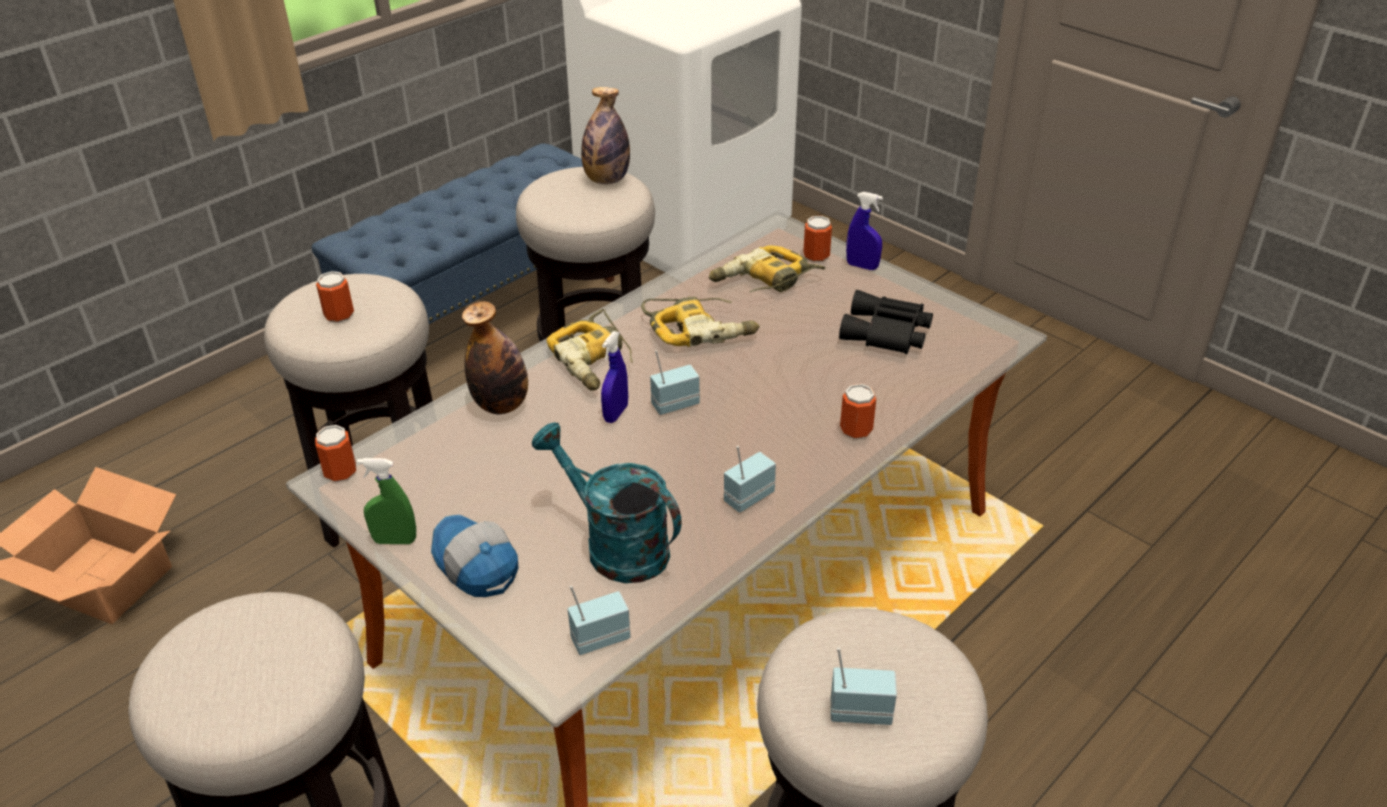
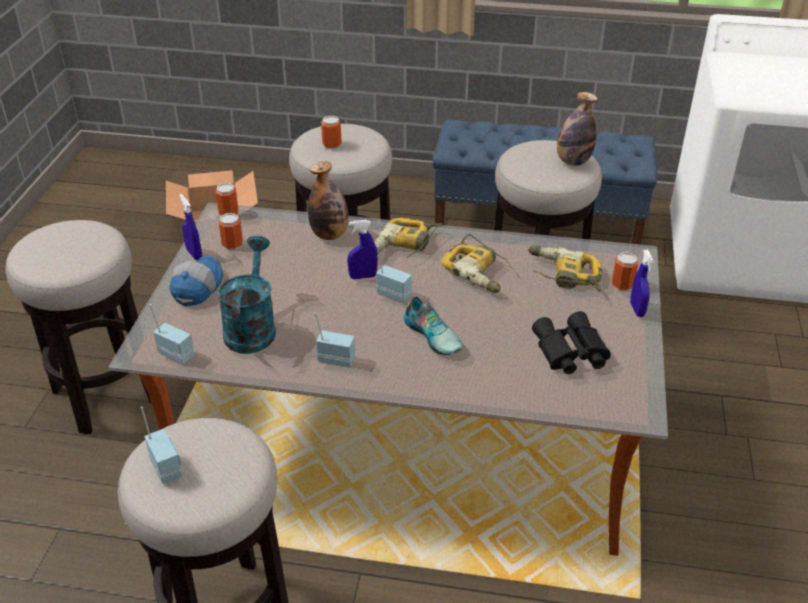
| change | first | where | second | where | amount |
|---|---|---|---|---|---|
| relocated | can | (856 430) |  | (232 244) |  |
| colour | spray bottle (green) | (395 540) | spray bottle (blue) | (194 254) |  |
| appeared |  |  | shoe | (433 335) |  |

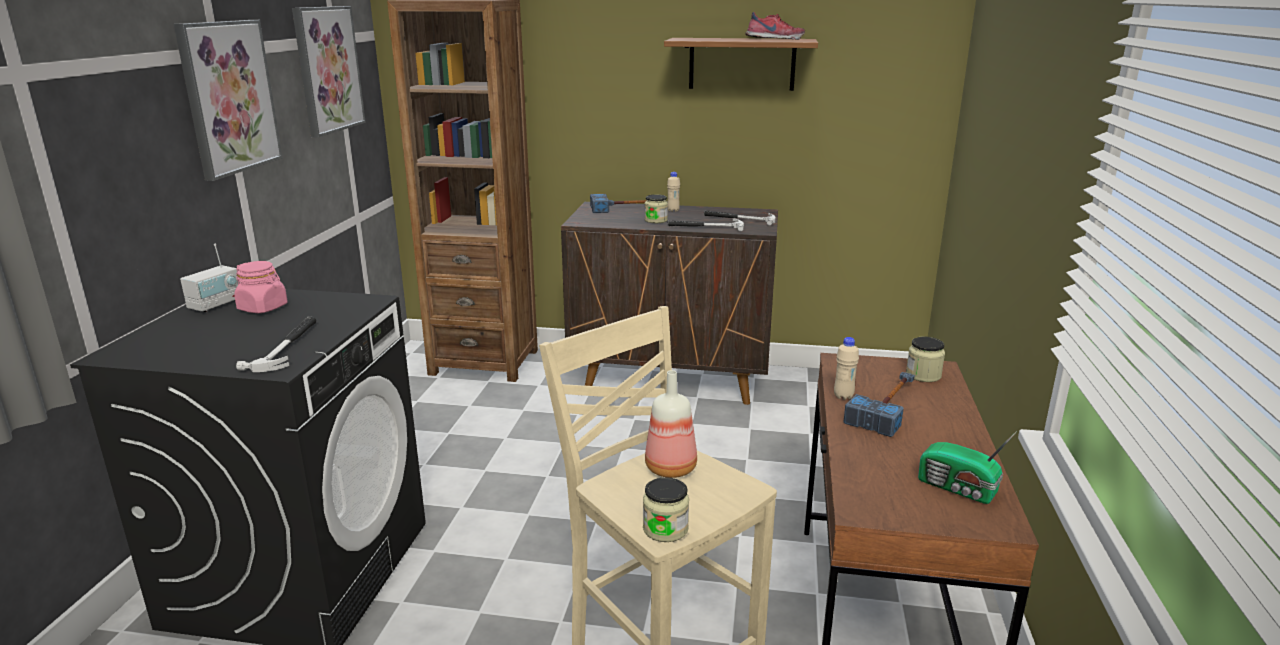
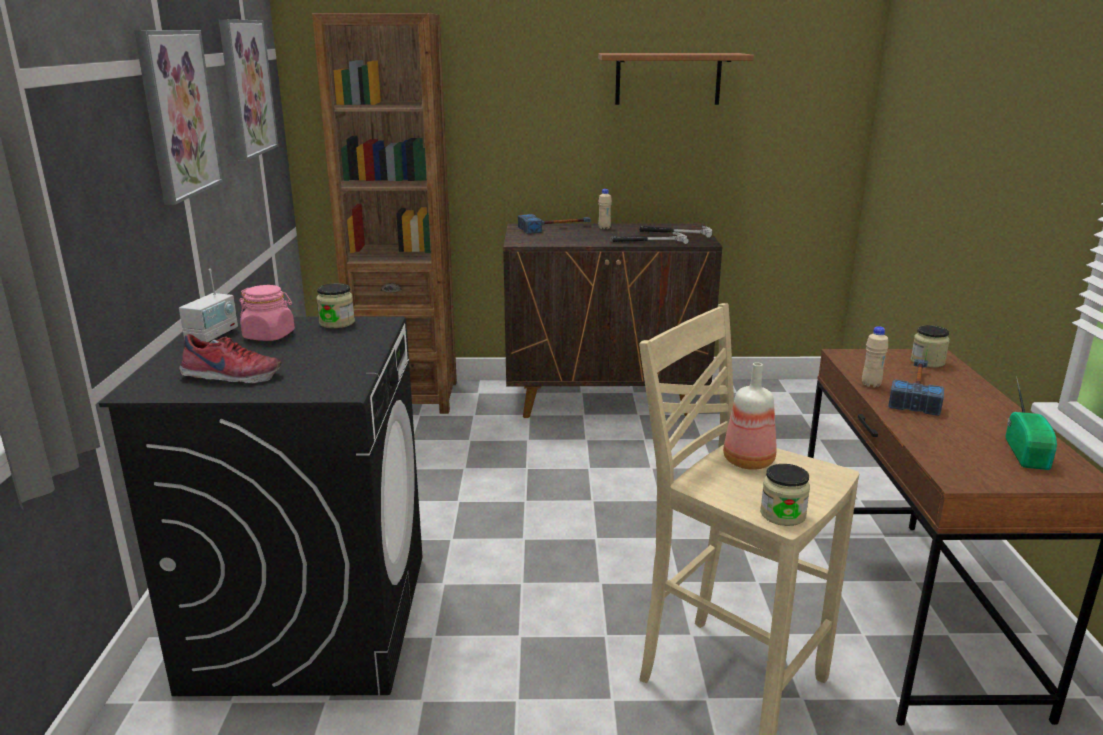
| change | first | where | second | where | amount |
|---|---|---|---|---|---|
| relocated | shoe | (774 39) |  | (230 377) |  |
| relocated | jar | (656 220) |  | (337 323) |  |
| missing | hammer | (287 347) |  |  |  |
| spun | radio | (958 489) |  | (1028 453) | 105 degrees counterclockwise |

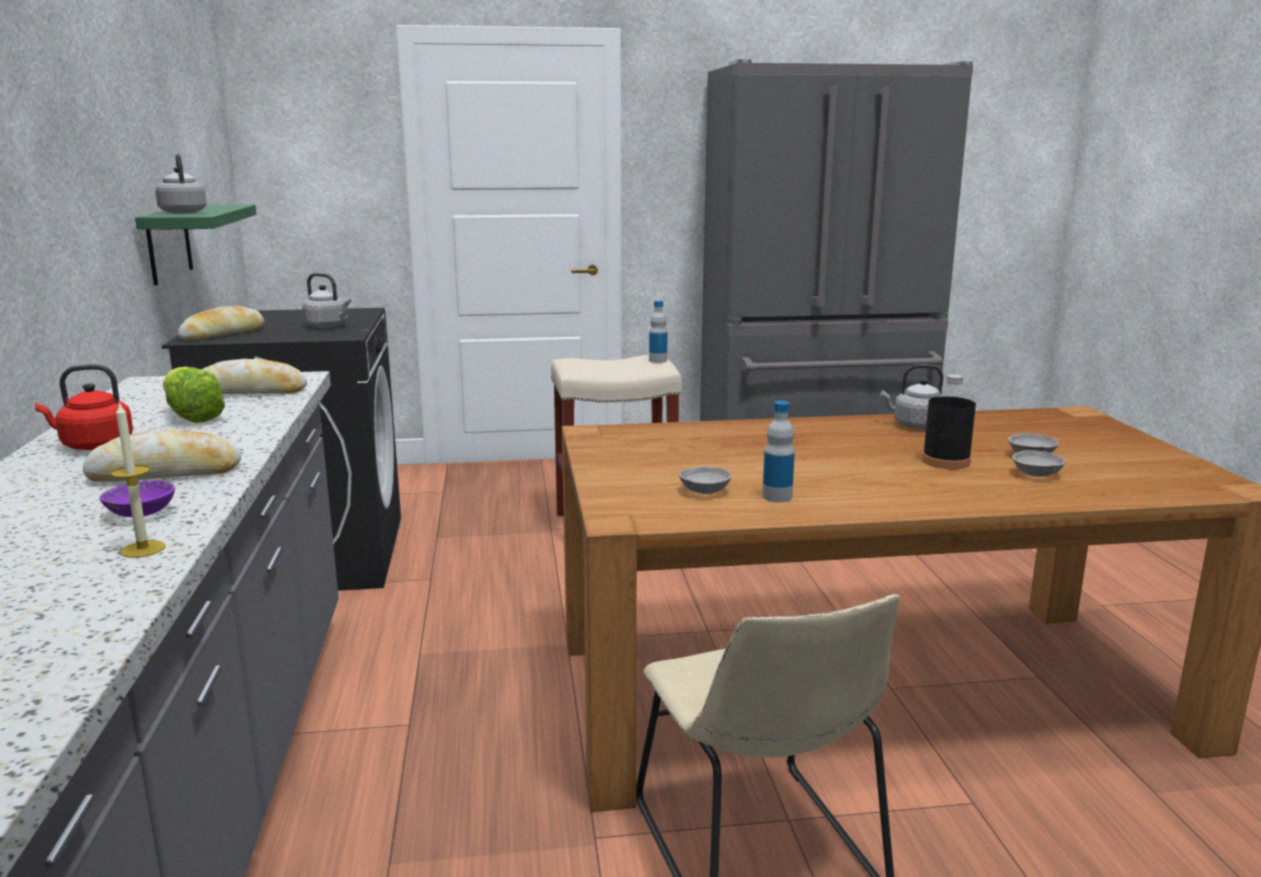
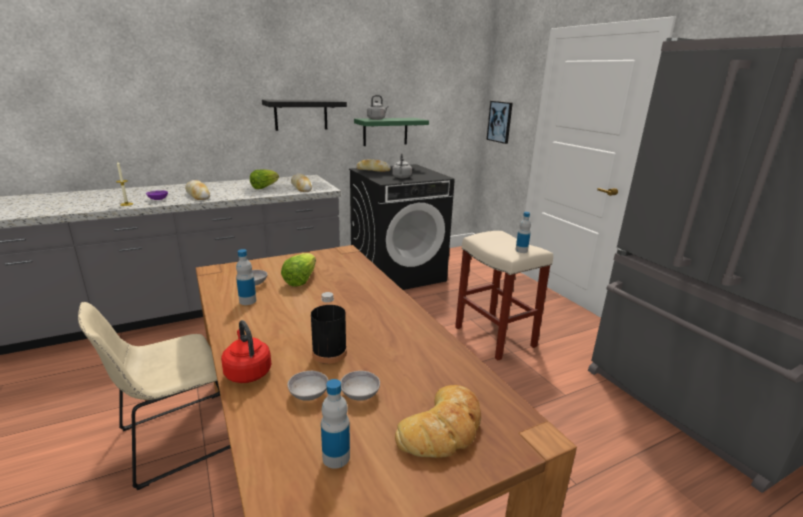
| change | first | where | second | where | amount |
|---|---|---|---|---|---|
| relocated | kettle (red) | (93 445) |  | (247 372) |  |
| missing | kettle (grey) | (915 425) |  |  |  |
| appeared |  |  | shelf (black) | (301 115) |  |
| appeared |  |  | picture | (500 122) |  |
| appeared |  |  | lettuce | (300 280) |  |
| appeared |  |  | bottle | (336 457) |  |
| appeared |  |  | bread | (444 428) |  |

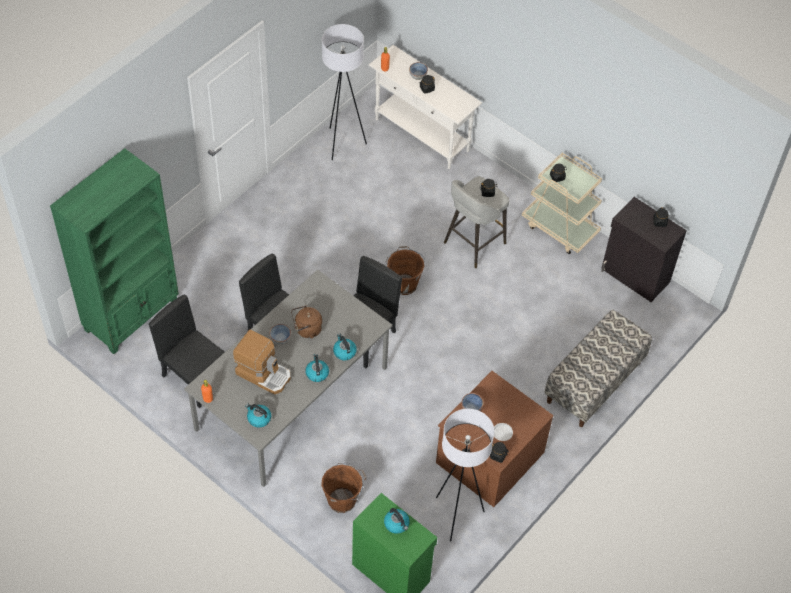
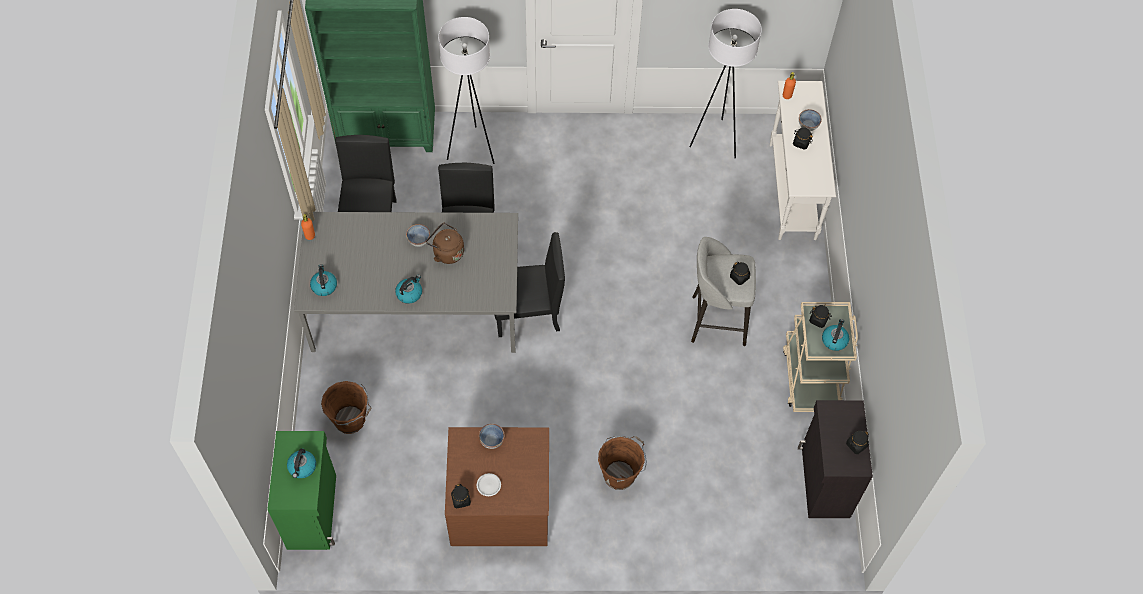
| change | first | where | second | where | amount |
|---|---|---|---|---|---|
| relocated | bucket (brown) | (404 283) |  | (620 474) |  |
| missing | bench | (594 382) |  |  |  |
| missing | coffee machine | (264 373) |  |  |  |
| relocated | kettle | (344 352) |  | (834 340) |  |
| relocated | floor lamp (white) | (456 515) |  | (472 149) |  |

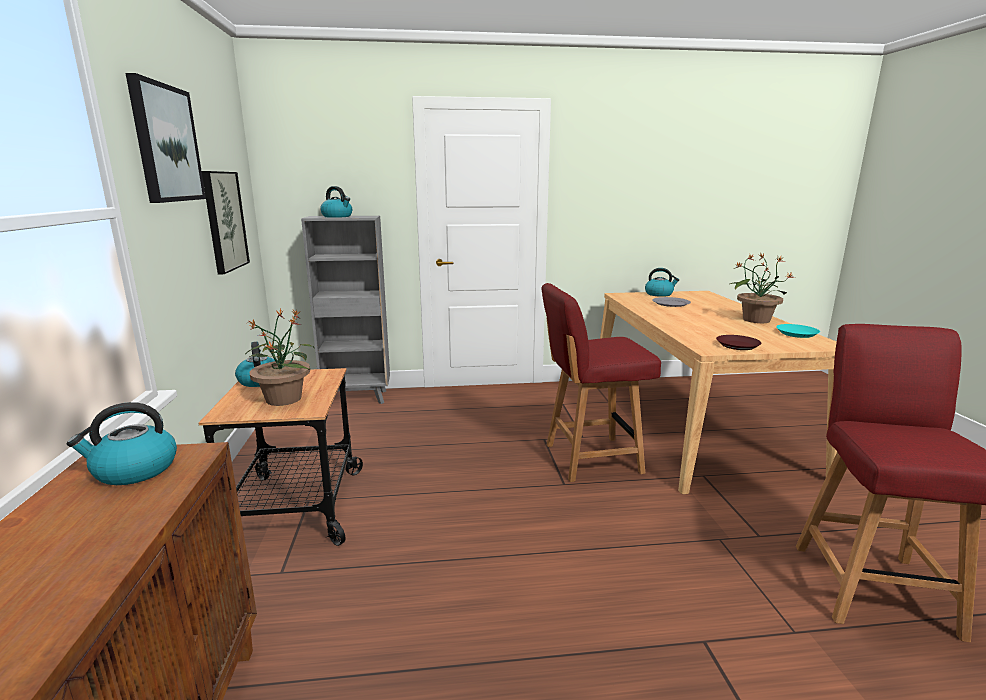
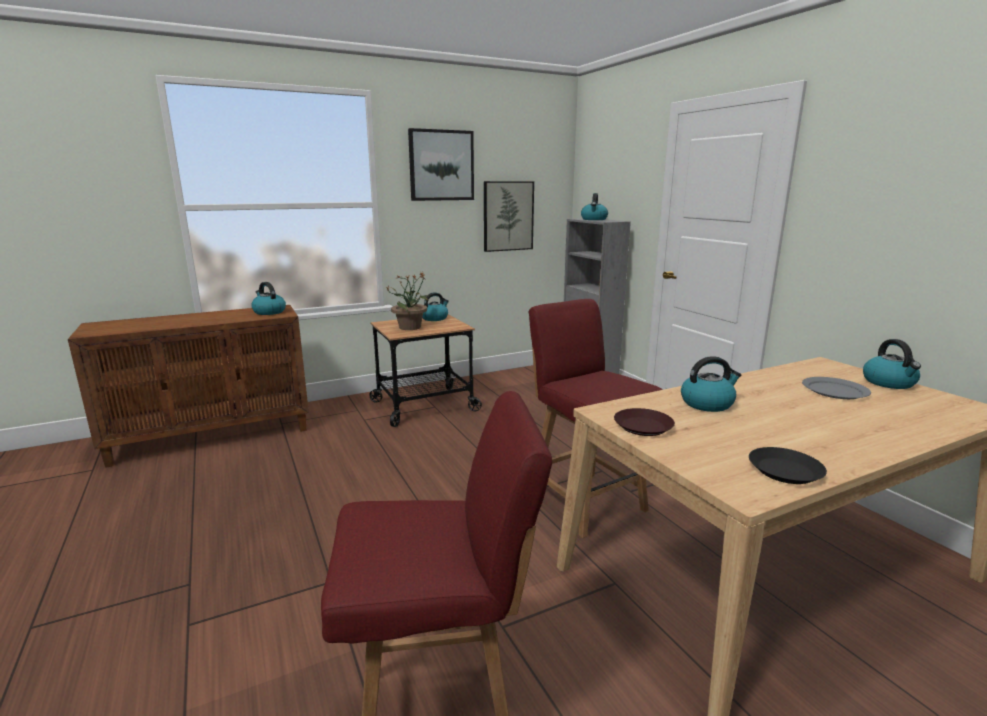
| change | first | where | second | where | amount |
|---|---|---|---|---|---|
| missing | potted plant | (755 320) |  |  |  |
| colour | plate (turquoise) | (797 334) | plate (black) | (785 471) |  |
| appeared |  |  | kettle | (707 403) |  |

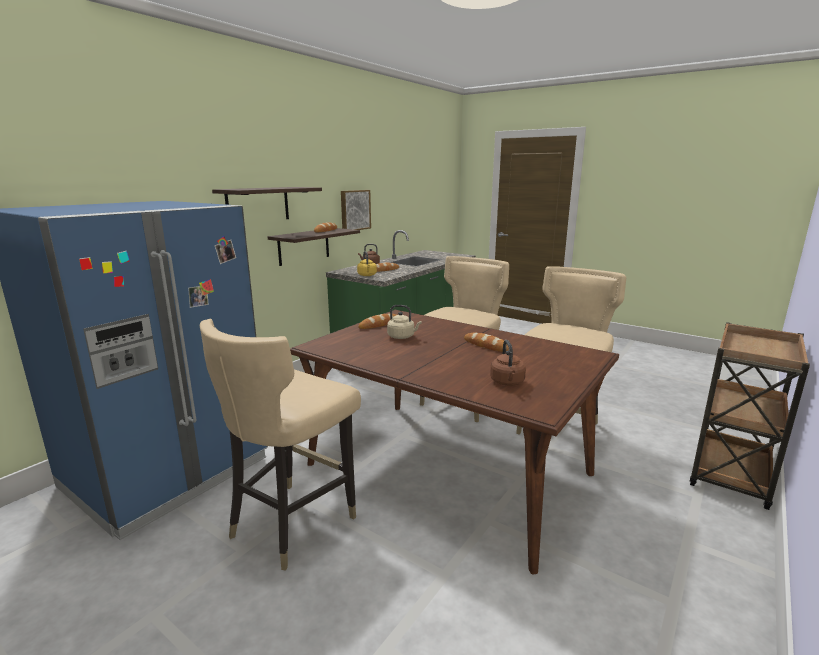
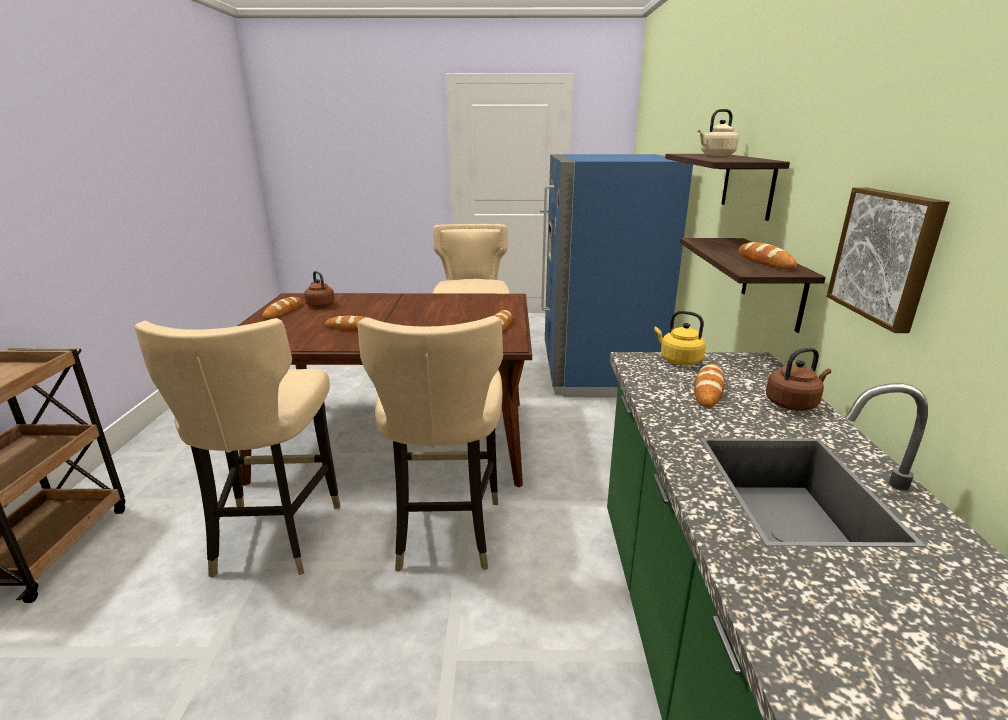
| change | first | where | second | where | amount |
|---|---|---|---|---|---|
| relocated | kettle (beige) | (402 337) |  | (716 155) |  |
| appeared |  |  | bread | (283 311) |  |

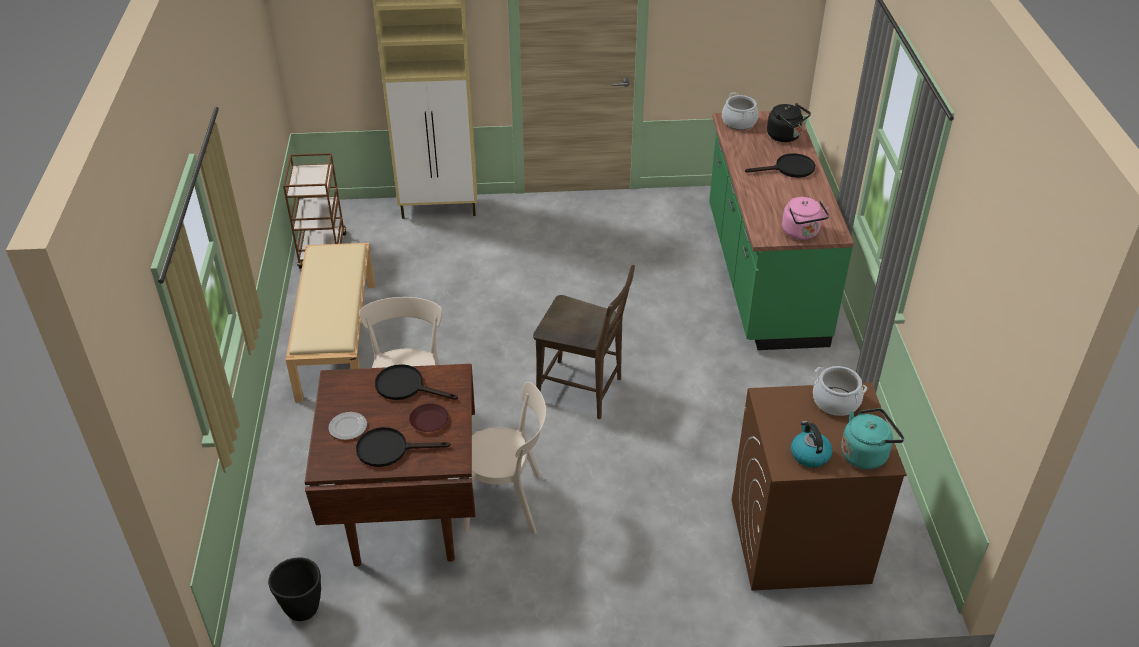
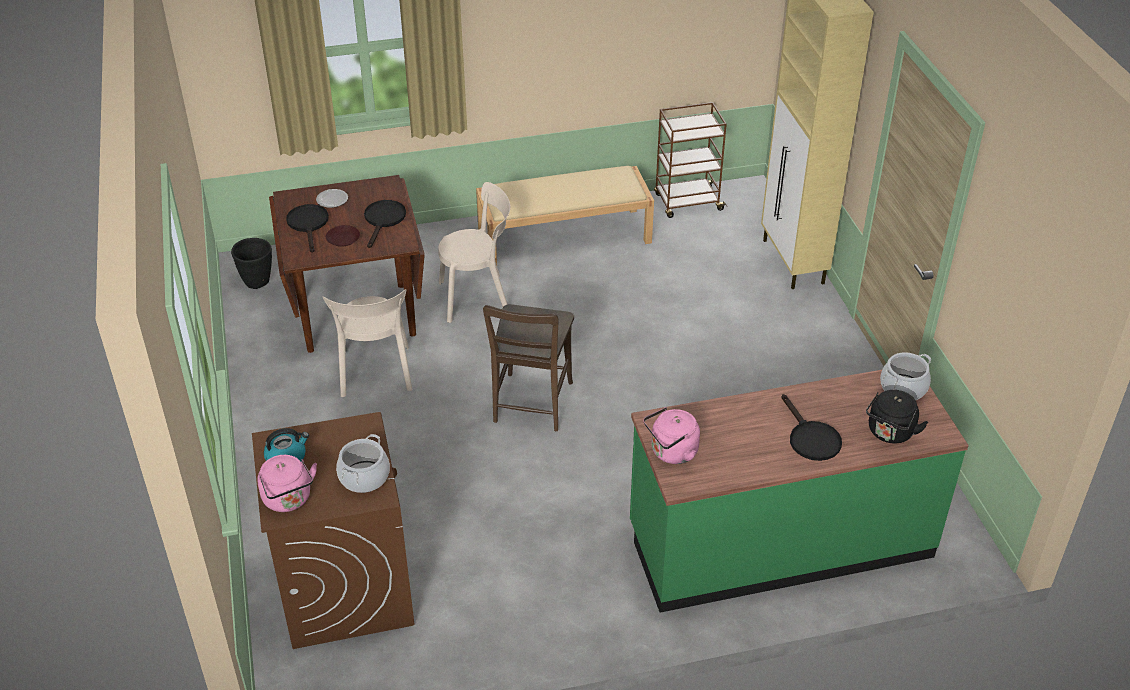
| change | first | where | second | where | amount |
|---|---|---|---|---|---|
| colour | kettle (turquoise) | (866 454) | kettle (pink) | (289 500) |  |

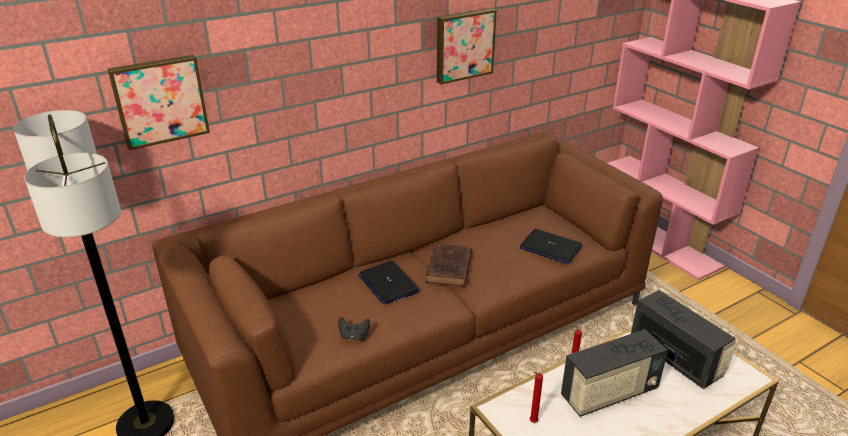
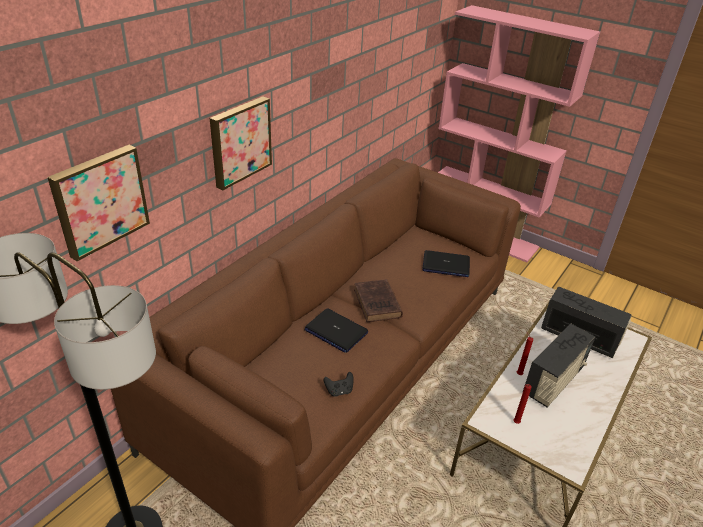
| change | first | where | second | where | amount |
|---|---|---|---|---|---|
| relocated | picture | (464 45) |  | (239 141) |  |

